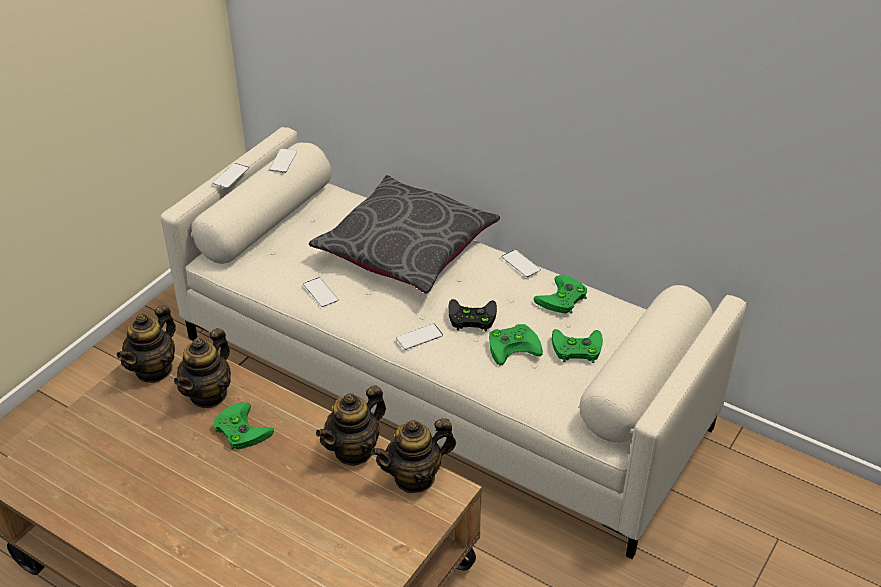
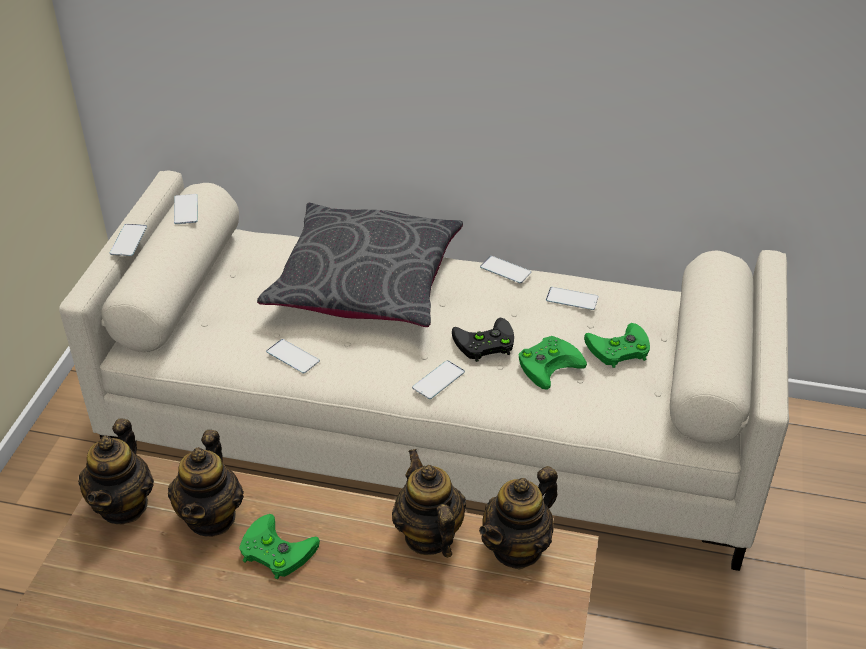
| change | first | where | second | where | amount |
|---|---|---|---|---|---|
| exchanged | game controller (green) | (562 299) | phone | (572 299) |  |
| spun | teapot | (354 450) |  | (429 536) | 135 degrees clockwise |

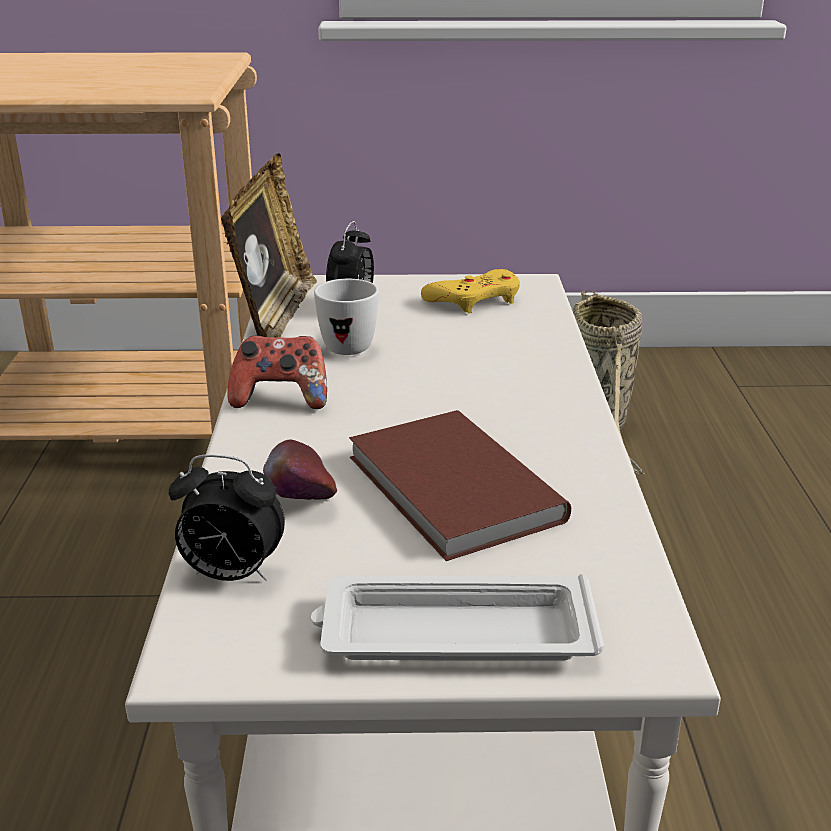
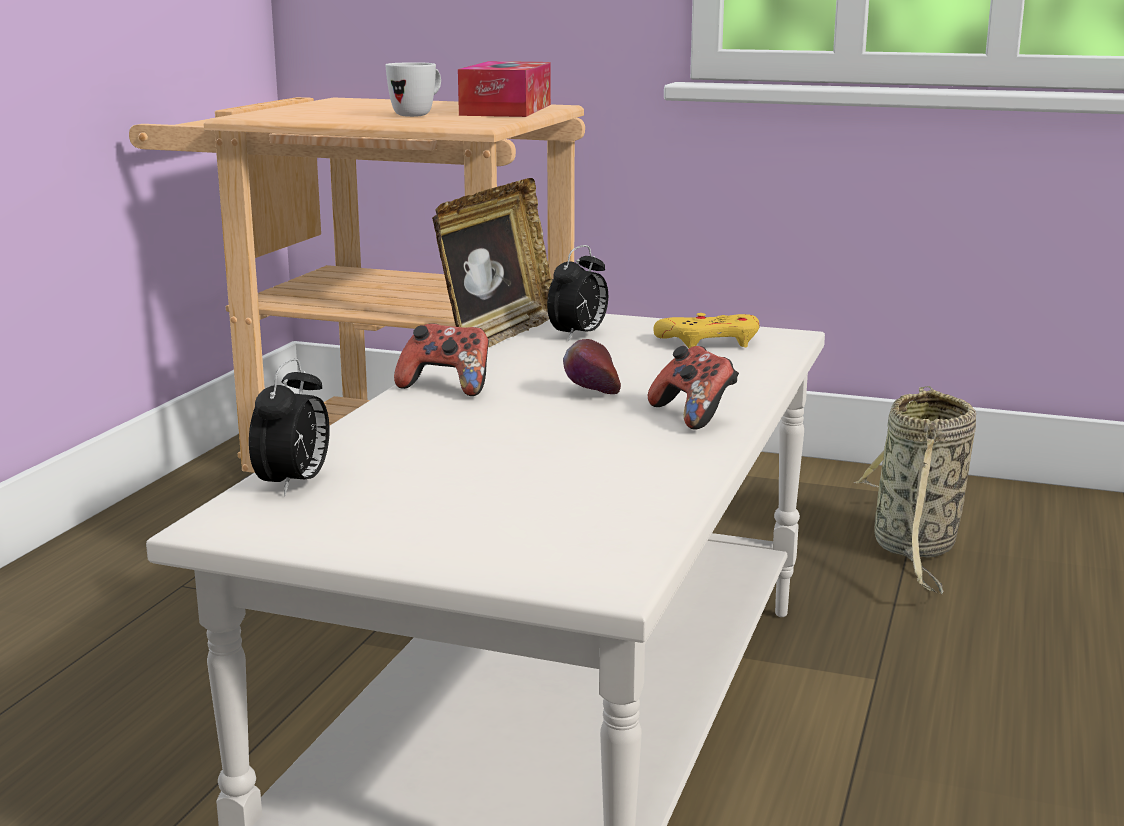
| change | first | where | second | where | amount |
|---|---|---|---|---|---|
| relocated | mug (white) | (351 344) |  | (418 115) |  |
| missing | book (brown) | (450 491) |  |  |  |
| relocated | apple | (302 504) |  | (592 395) |  |
| spun | alarm clock | (231 574) |  | (294 484) | 105 degrees counterclockwise |
| missing | tray (white) | (452 634) |  |  |  |
| appeared |  |  | tissue box | (506 110) |  |
| appeared |  |  | game controller | (694 416) |  |

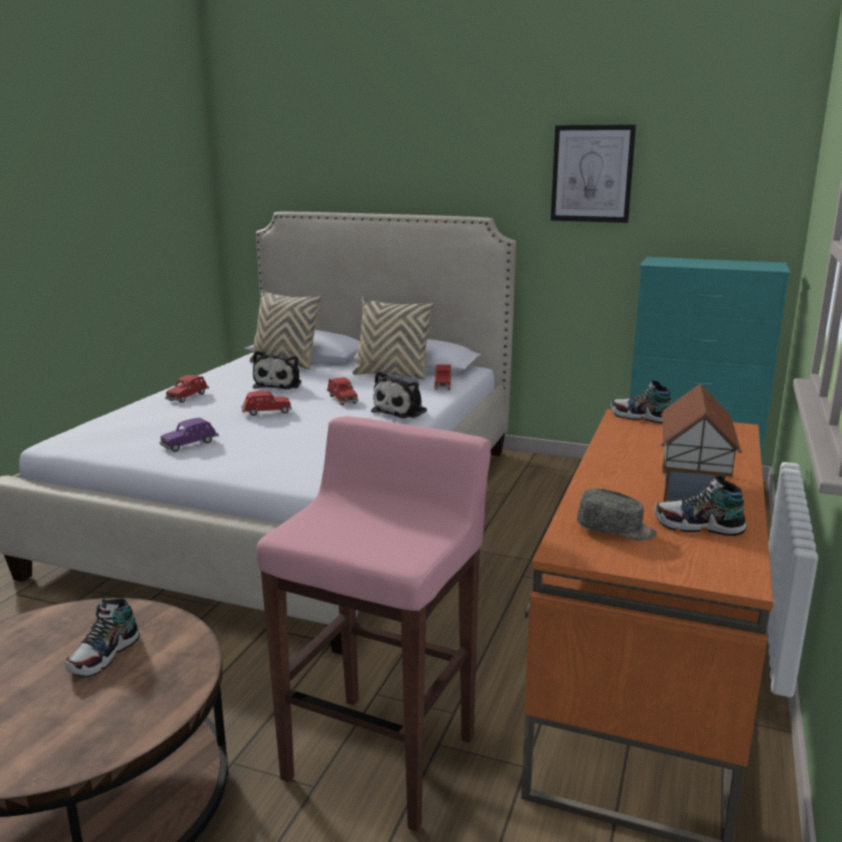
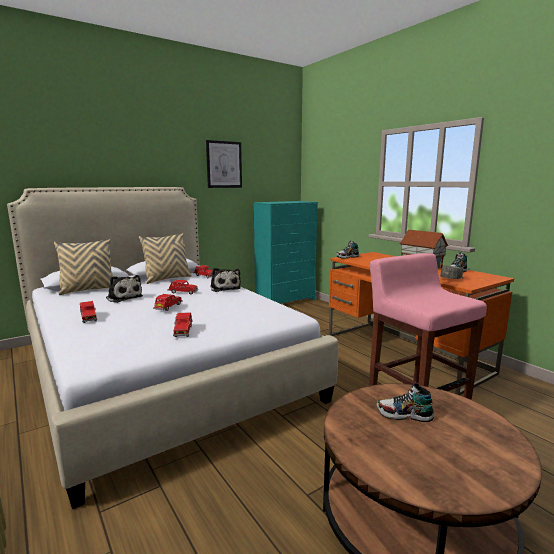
| change | first | where | second | where | amount |
|---|---|---|---|---|---|
| colour | toy car (purple) | (190 444) | toy car (red) | (183 331) |  |
| spun | shoe | (105 656) |  | (404 415) | 135 degrees clockwise |

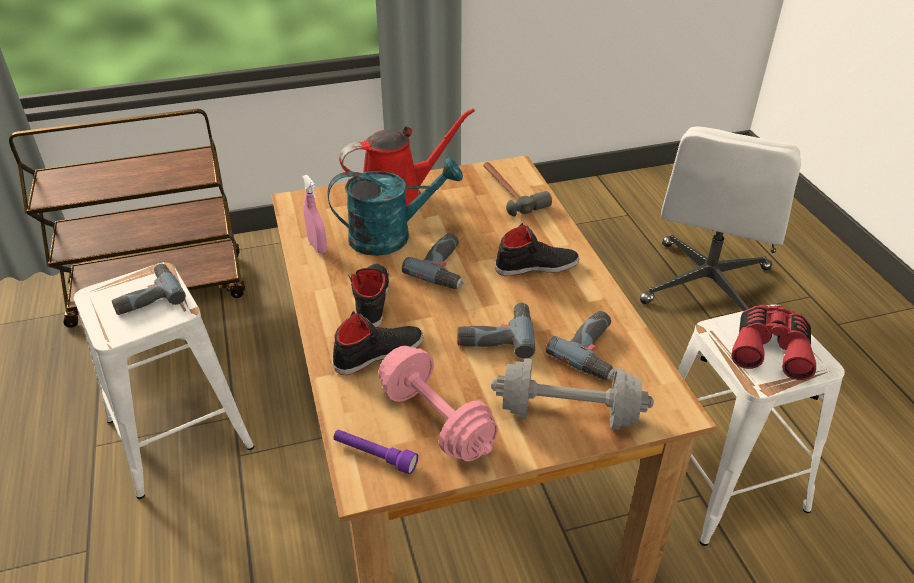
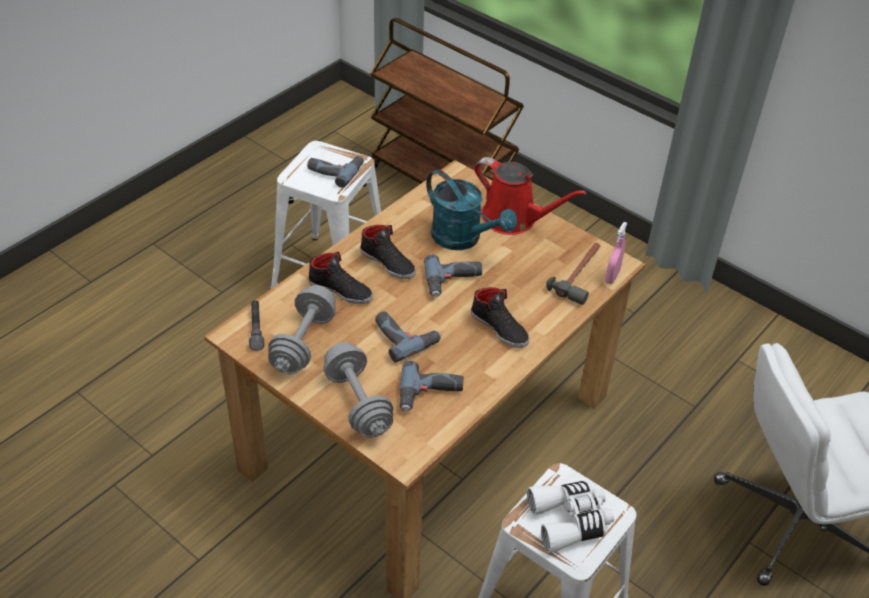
| change | first | where | second | where | amount |
|---|---|---|---|---|---|
| relocated | spray bottle (pink) | (317 246) |  | (612 277) |  |
| spun | shoe (black) | (371 300) |  | (388 262) | 75 degrees clockwise |
| colour | binoculars (red) | (770 348) | binoculars (white) | (570 520) |  |
| colour | dumbbell (pink) | (436 421) | dumbbell (grey) | (303 343) |  |
| colour | flashlight (purple) | (374 456) | flashlight (grey) | (256 329) |  |

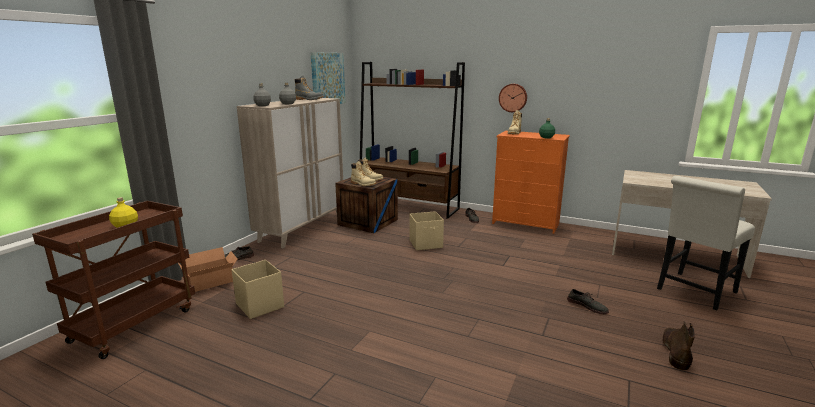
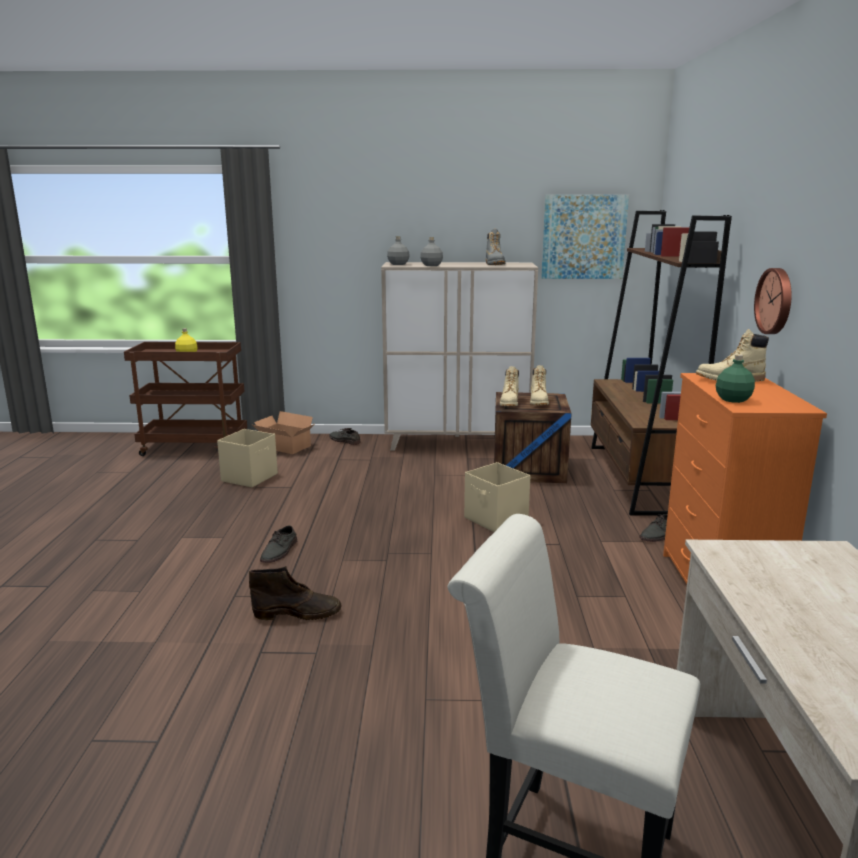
| change | first | where | second | where | amount |
|---|---|---|---|---|---|
| relocated | shoe (grey) | (587 306) |  | (279 551) |  |
| relocated | boot (brown) | (675 351) |  | (298 613) |  |

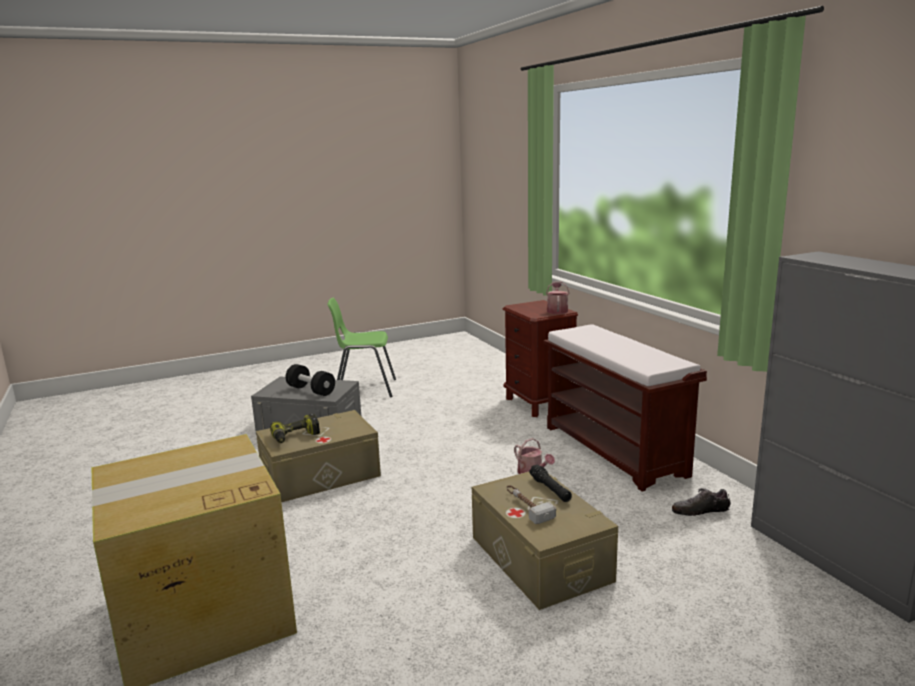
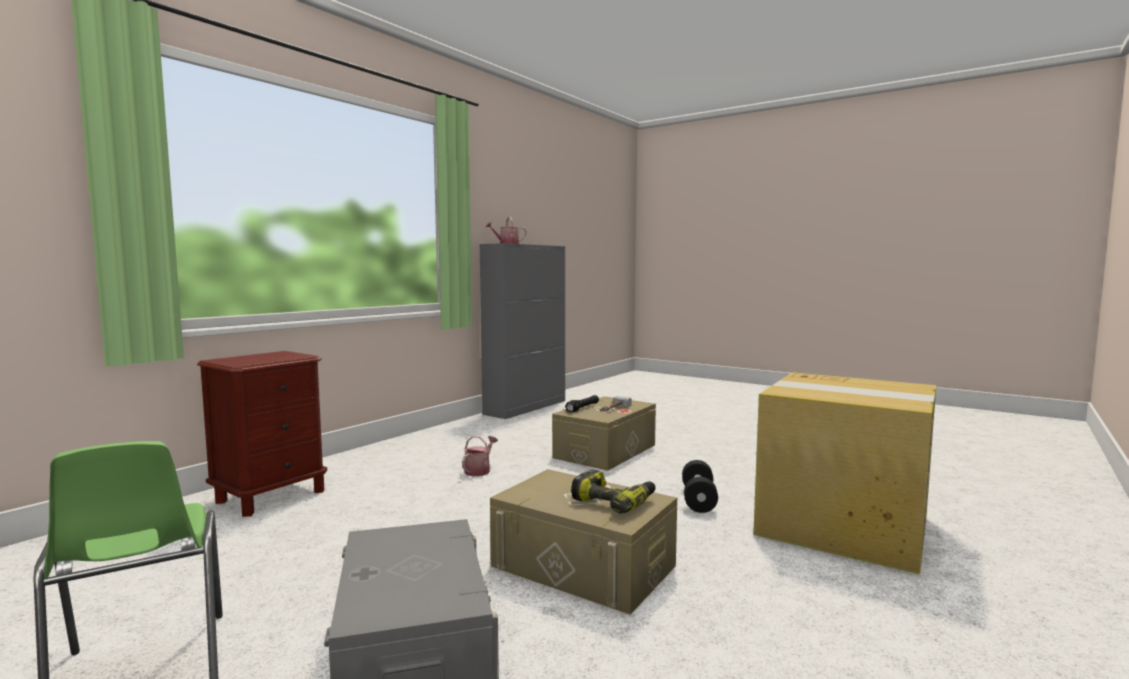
| change | first | where | second | where | amount |
|---|---|---|---|---|---|
| relocated | watering can | (557 310) |  | (506 244) |  |
| missing | bench (brown) | (615 450) |  |  |  |
| relocated | dumbbell (black) | (311 390) |  | (698 500) |  |
| missing | shoe | (700 511) |  |  |  |

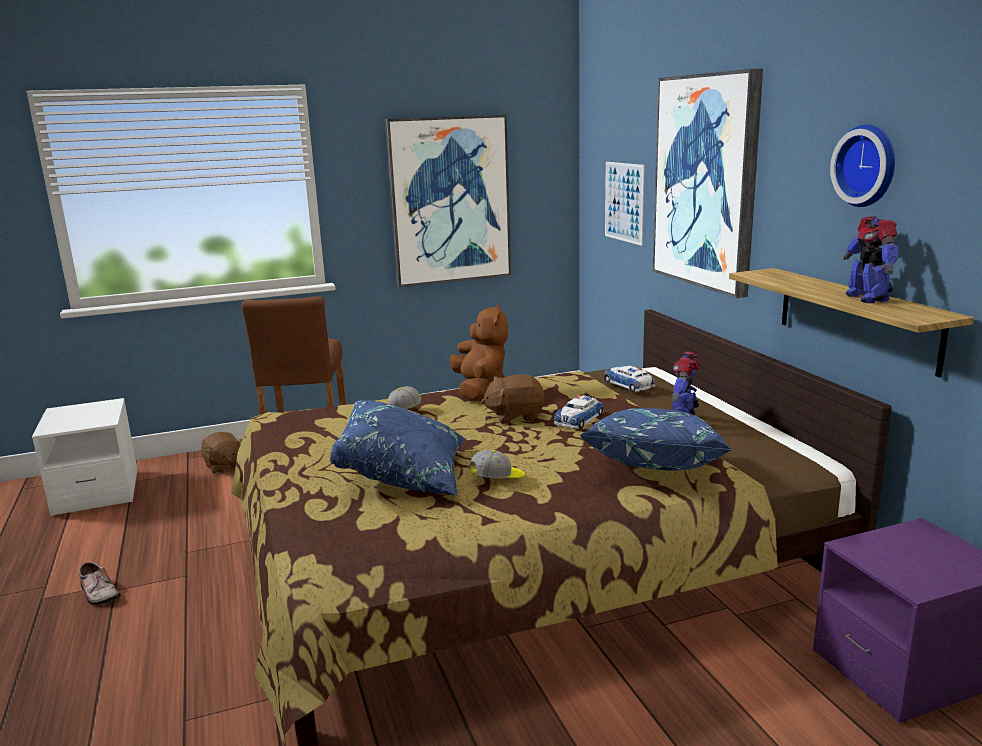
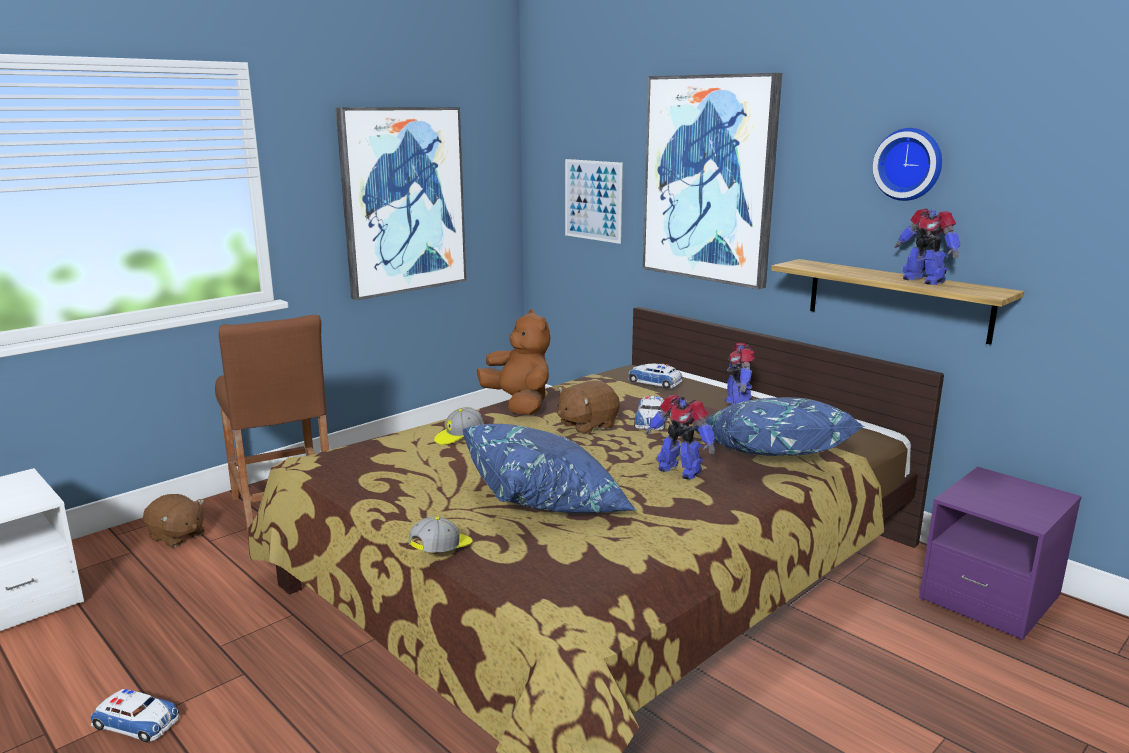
| change | first | where | second | where | amount |
|---|---|---|---|---|---|
| relocated | cap | (498 478) |  | (442 550) |  |
| exchanged | shoe | (98 593) | toy car | (136 722) |  |
| appeared |  |  | toy robot | (679 470) |  |

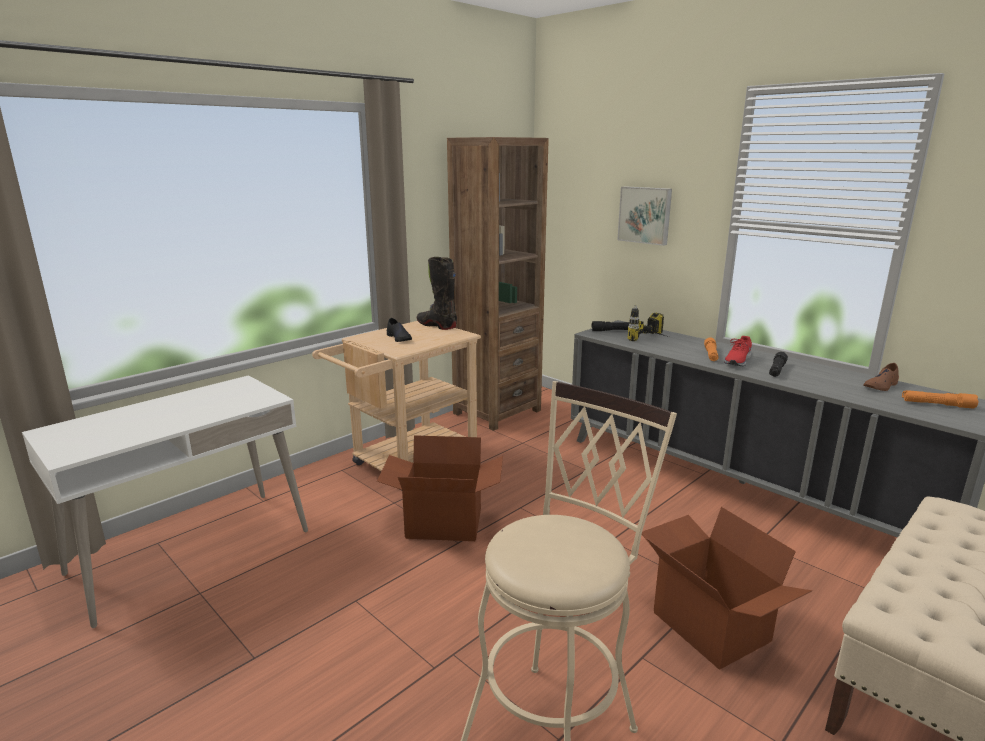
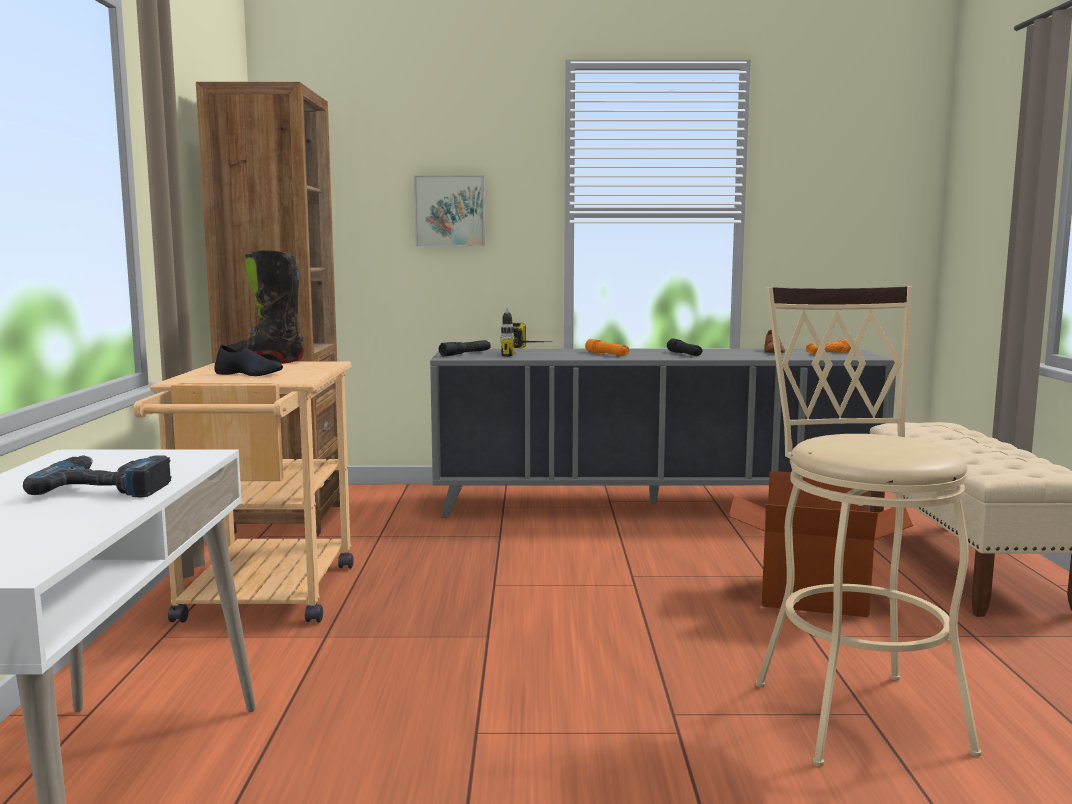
| change | first | where | second | where | amount |
|---|---|---|---|---|---|
| missing | shoe (red) | (737 361) |  |  |  |
| missing | cardboard box | (443 524) |  |  |  |
| appeared |  |  | power drill | (107 487) |  |

